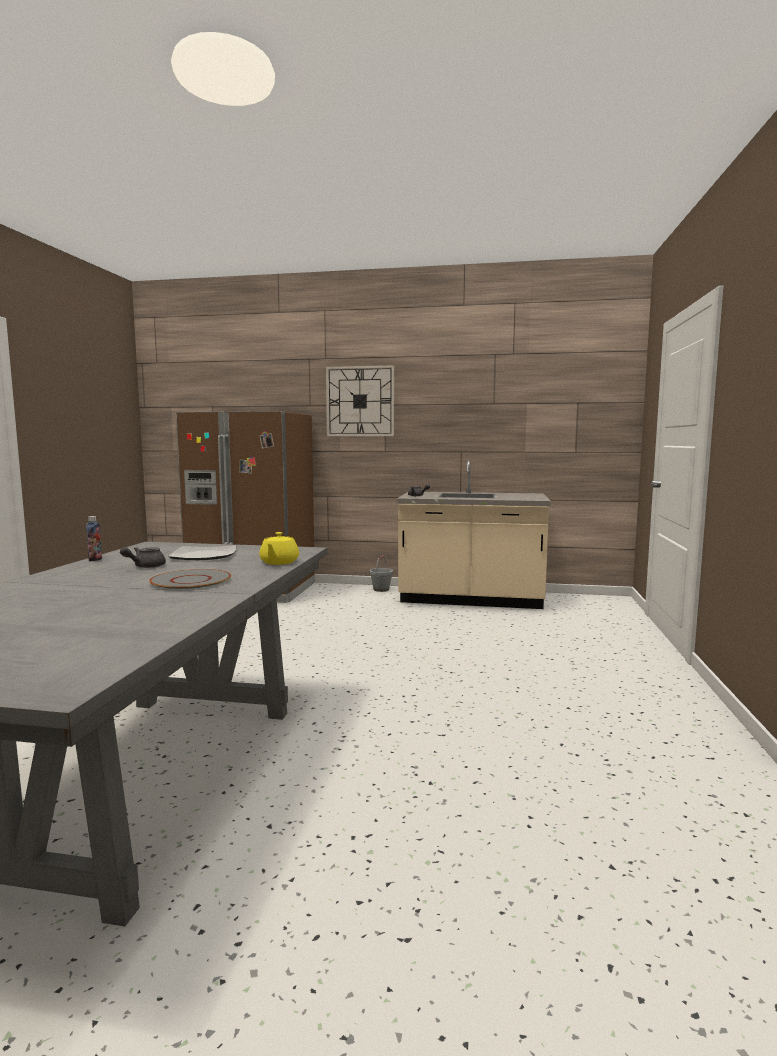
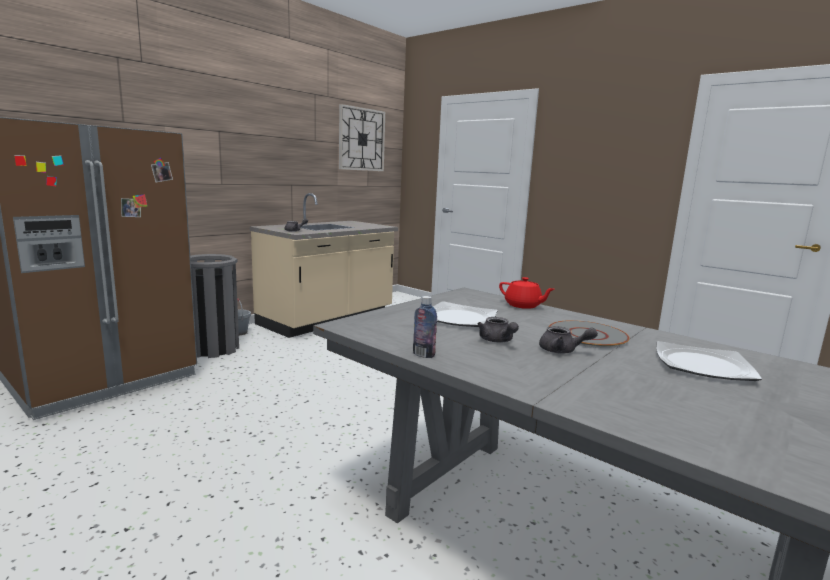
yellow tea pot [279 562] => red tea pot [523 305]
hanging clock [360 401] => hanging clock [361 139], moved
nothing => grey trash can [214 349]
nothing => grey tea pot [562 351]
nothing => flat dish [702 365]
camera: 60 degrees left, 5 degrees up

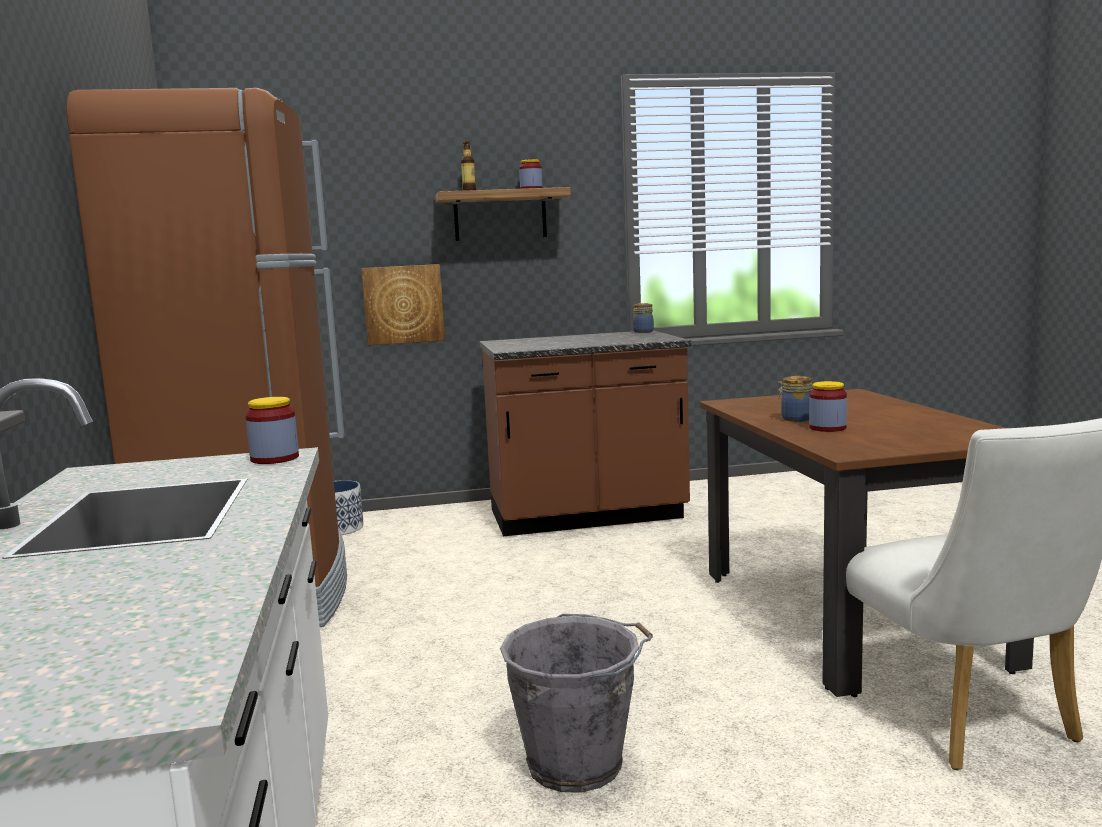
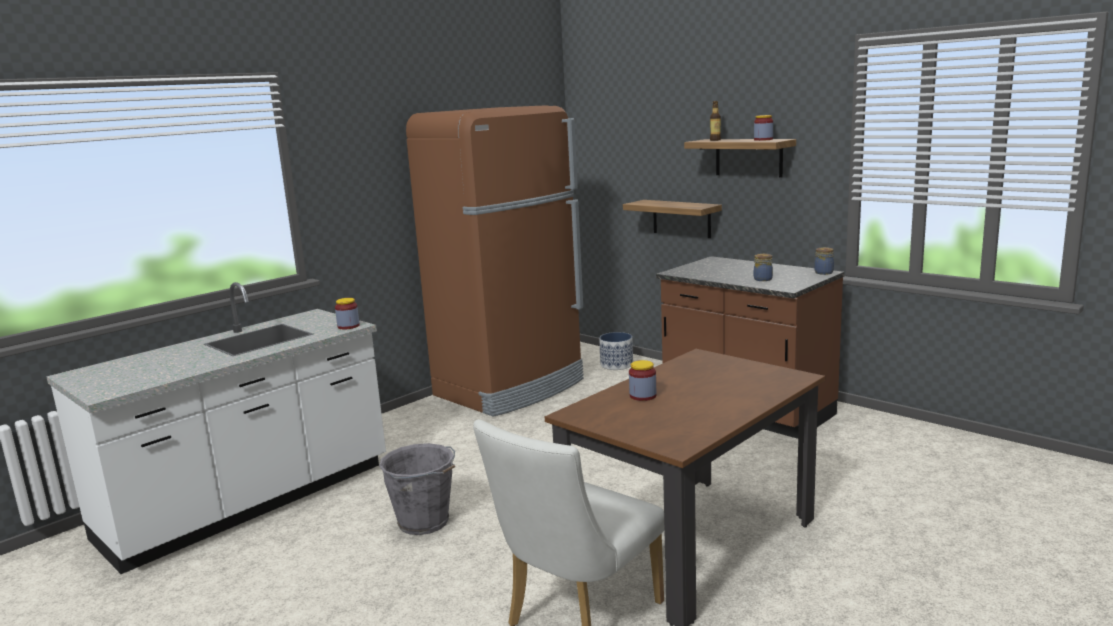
wall art [403 304] => shelf [681 218]
storage jar [795 419] => storage jar [762 279], moved
camera: 55 degrees right, 5 degrees up

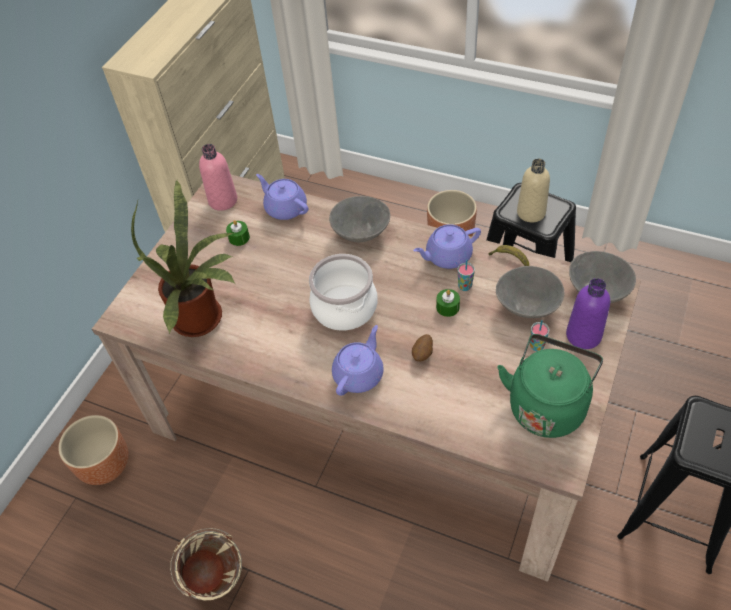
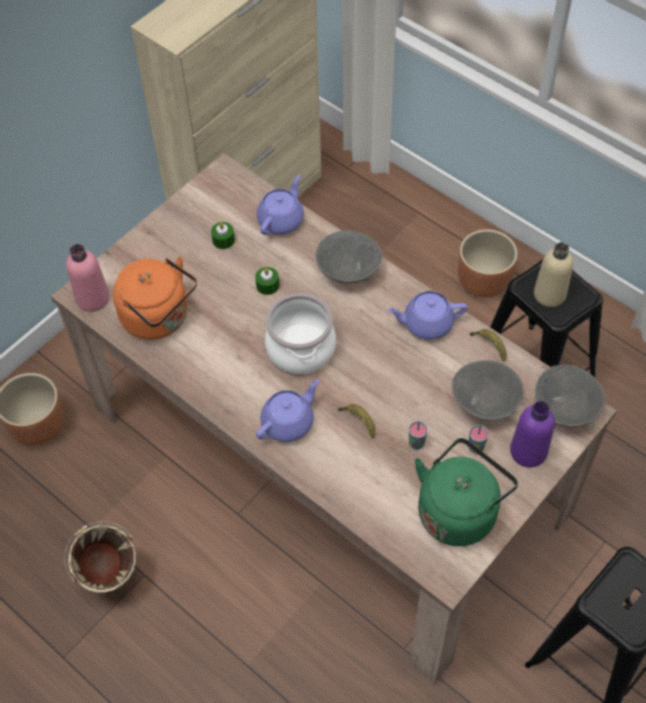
houseplant [203 319] => orangey water kettle [159 318]
pink bottle [223 200] => pink bottle [93 298], moved
purple-coloured tea pot [285 208] => purple-coloured tea pot [281 219], 60 degrees clockwise
whole potato [423 354] => whole banana [359 421]
greenish candle [447 307] => greenish candle [267 285], moved
drinking cup [465 286] => drinking cup [416 444], moved
camera: 15 degrees right, 5 degrees up

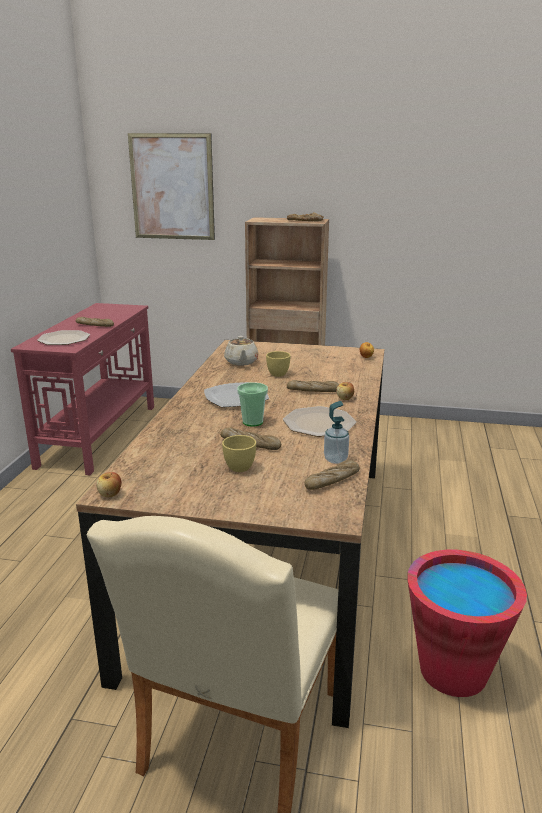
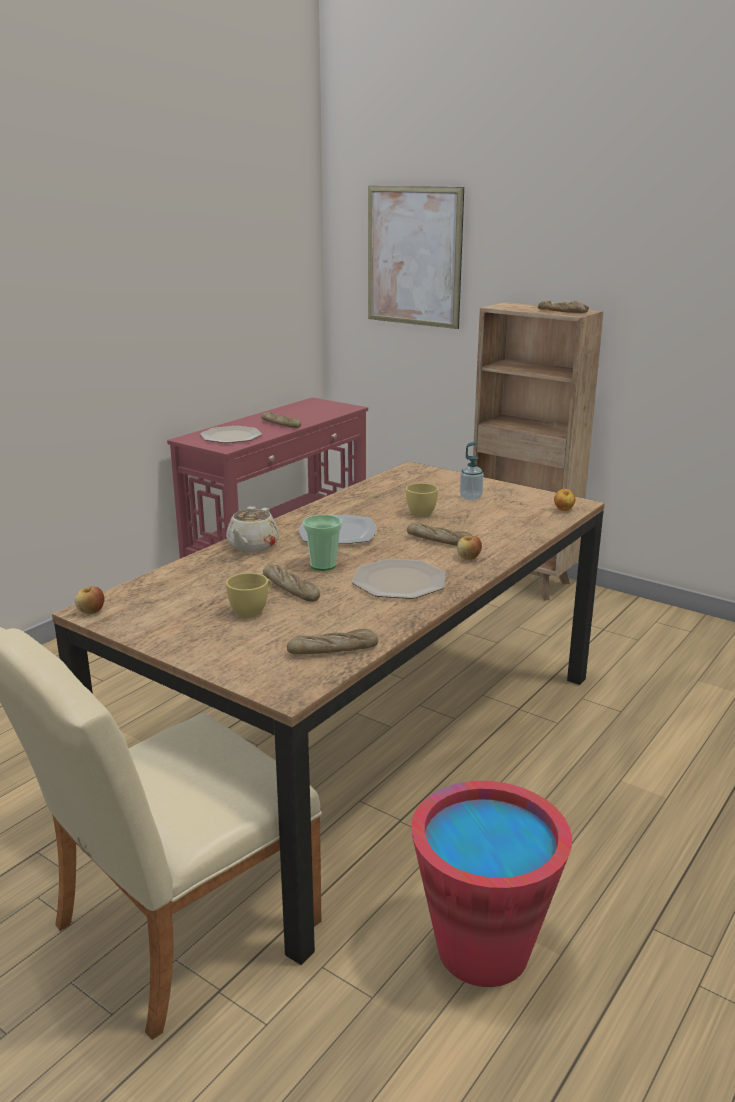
sand-coloured tea pot [241 362] => sand-coloured tea pot [252 546], moved
soap bottle [335 459] => soap bottle [471 497], moved
camera: 25 degrees right, 0 degrees up

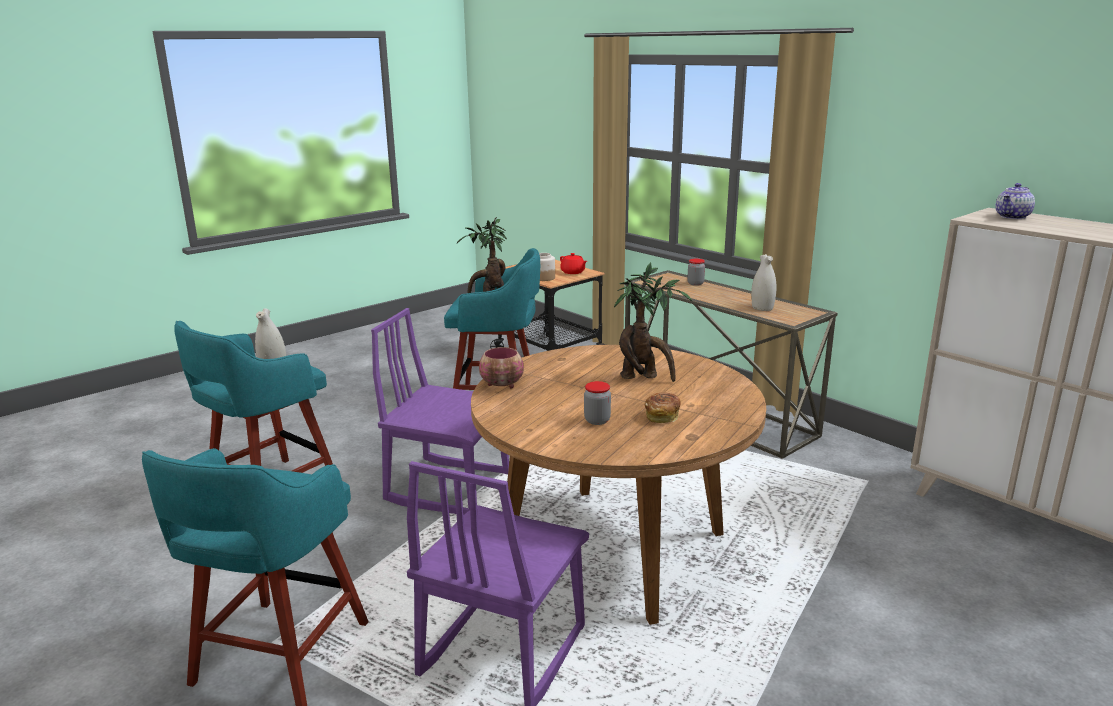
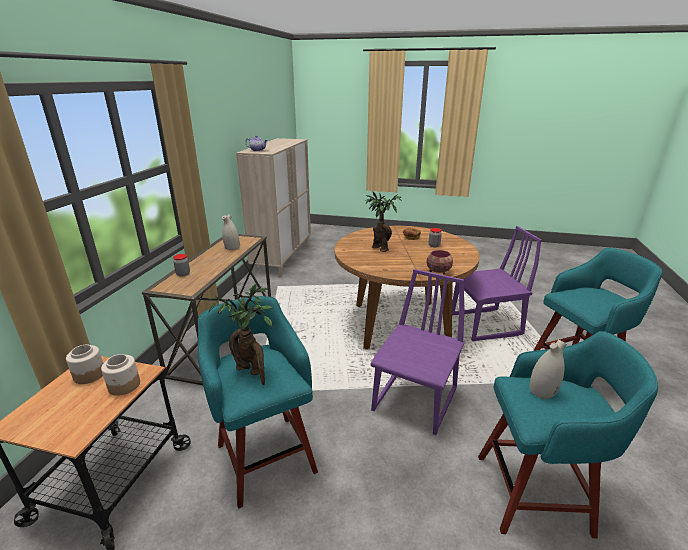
purple-coloured plain chair [449 486] => purple-coloured plain chair [416 400], 135 degrees counterclockwise
red tea pot [573 272] => storage jar [89 374]
camera: 125 degrees left, 5 degrees up

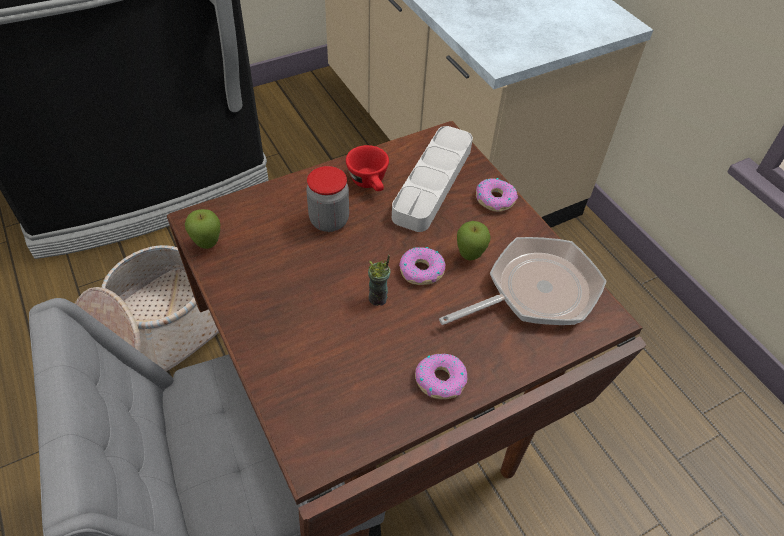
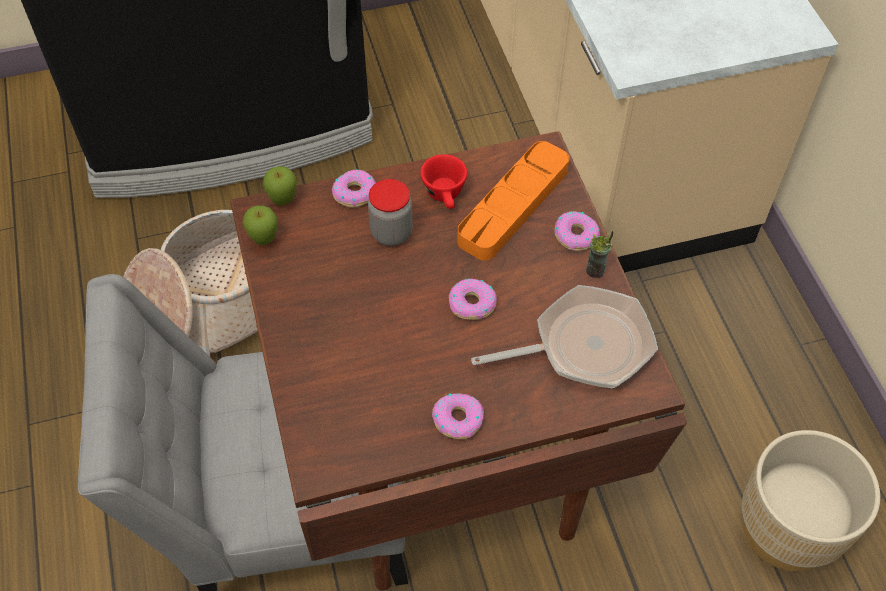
drinking cup [378 298] => drinking cup [595 271], moved
grey serving tray [432 182] => orangey serving tray [513 205]
apple [469 256] => apple [283 201], moved
nothing => donut [354 193]
nothing => sand-coloured flower pot [787 529]
camera: 15 degrees right, 5 degrees up

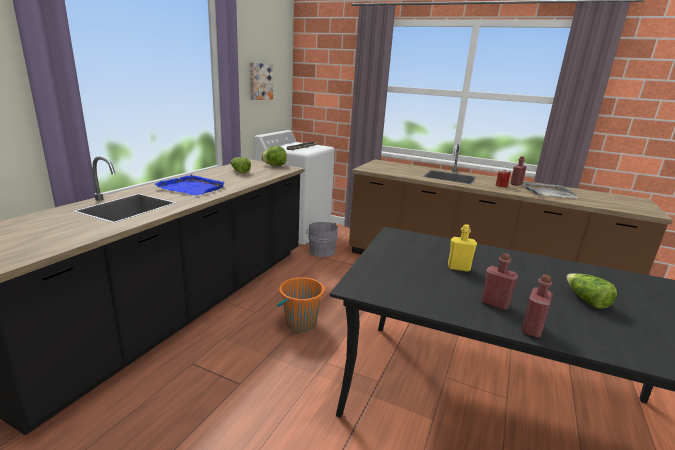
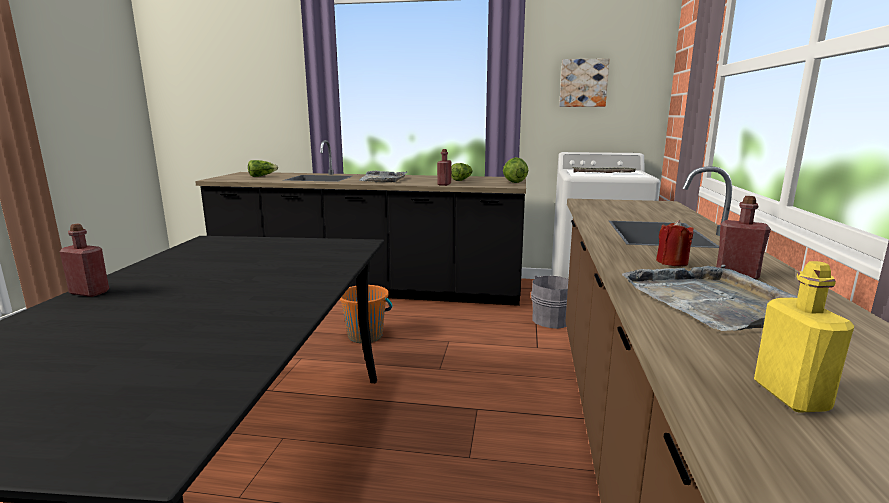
blue serving tray [192 188] => grey serving tray [383 179]
yellow bottle [458 268] => yellow bottle [790 396], moved
red bottle [495 303] => red bottle [444 184], moved
lettuce [586 300] => lettuce [262 176], moved
camera: 75 degrees right, 5 degrees down

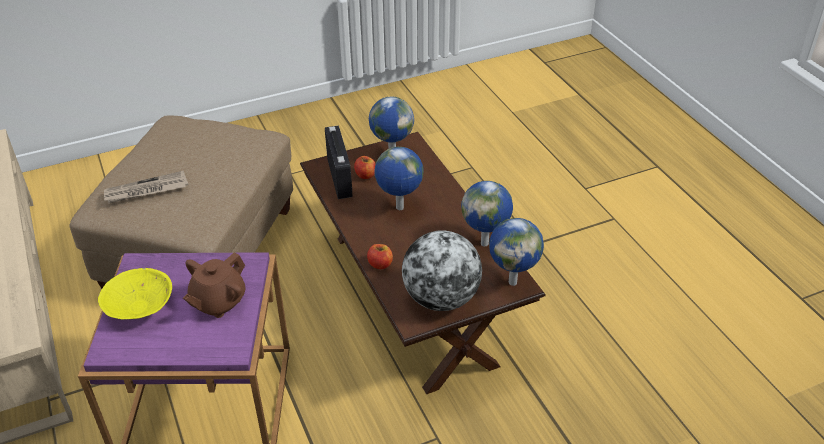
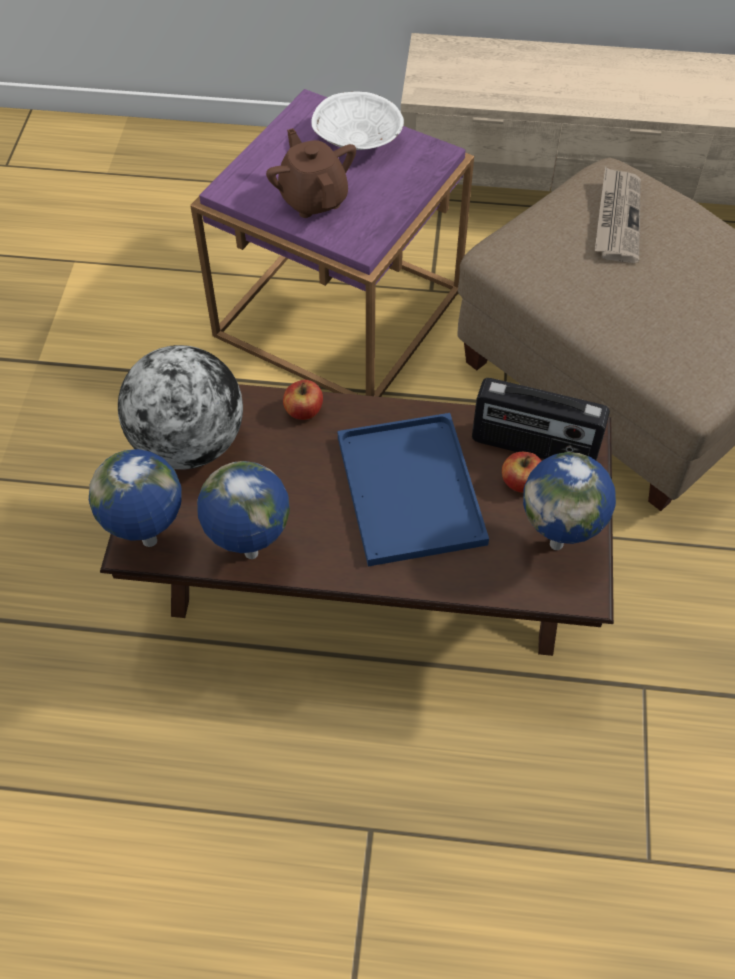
yellow deep dish [139 306] => whitish deep dish [358 140]
desk globe [399 208] => blue serving tray [407 487]
camera: 120 degrees right, 15 degrees up

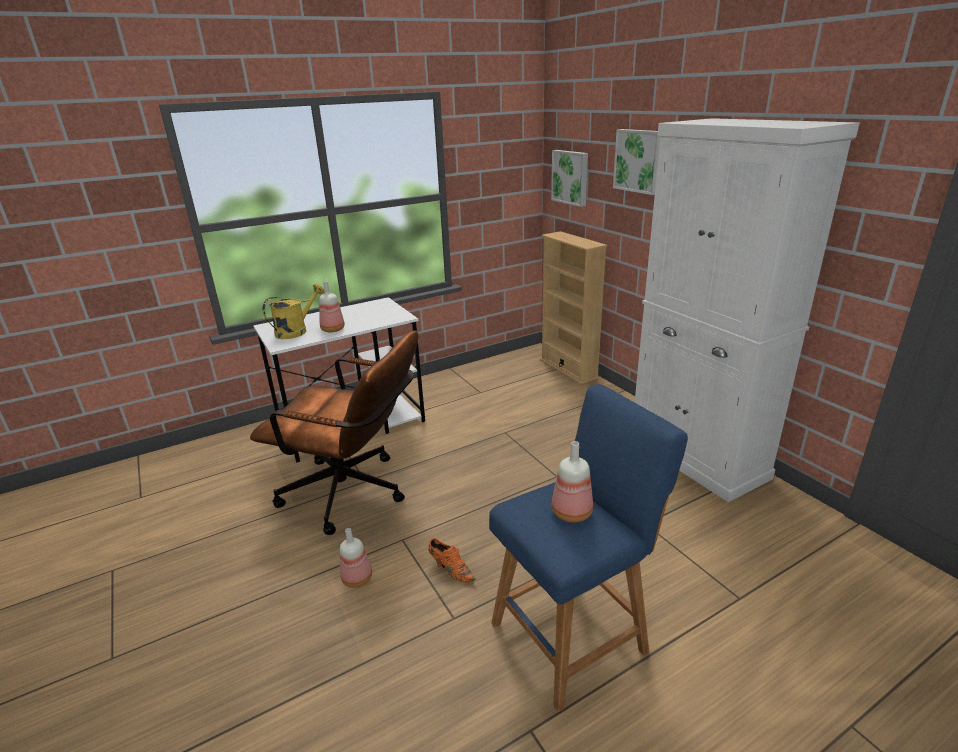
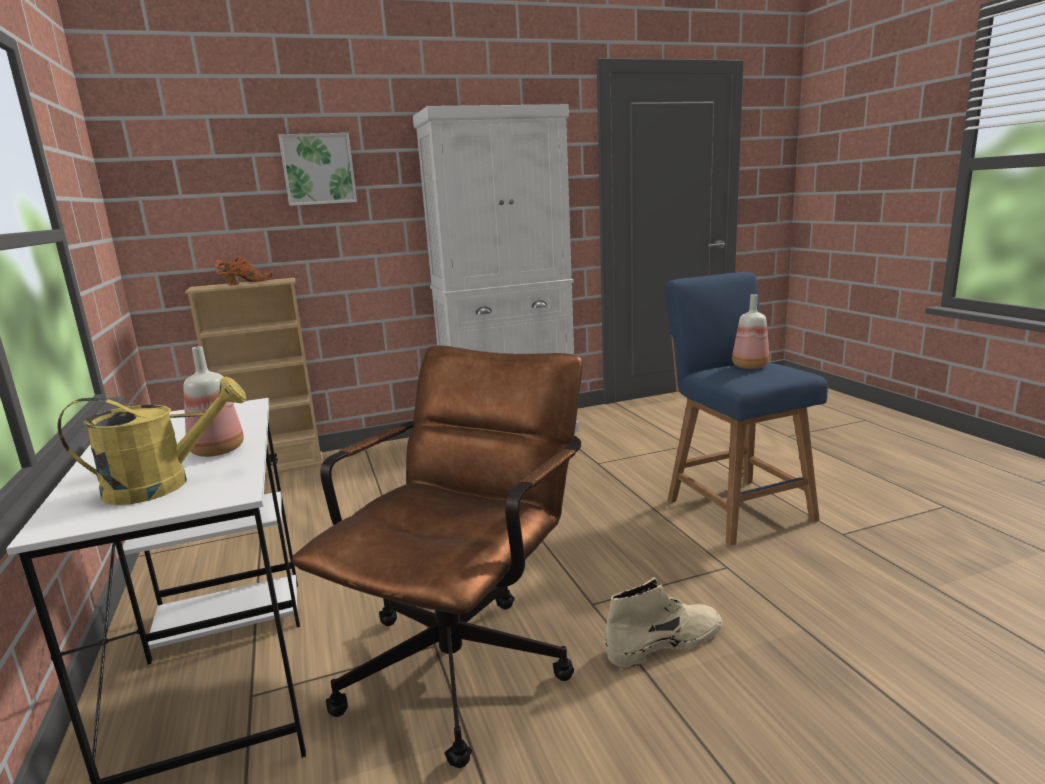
yellow sprinkling can [296 331] => yellow sprinkling can [163 484], 105 degrees clockwise
bottle [358 578] => sand-coloured tall boot [665 642]
orangey shoe [451 569] => orangey shoe [244 283], moved
wall art [571 177] => nothing
camera: 80 degrees left, 10 degrees down

